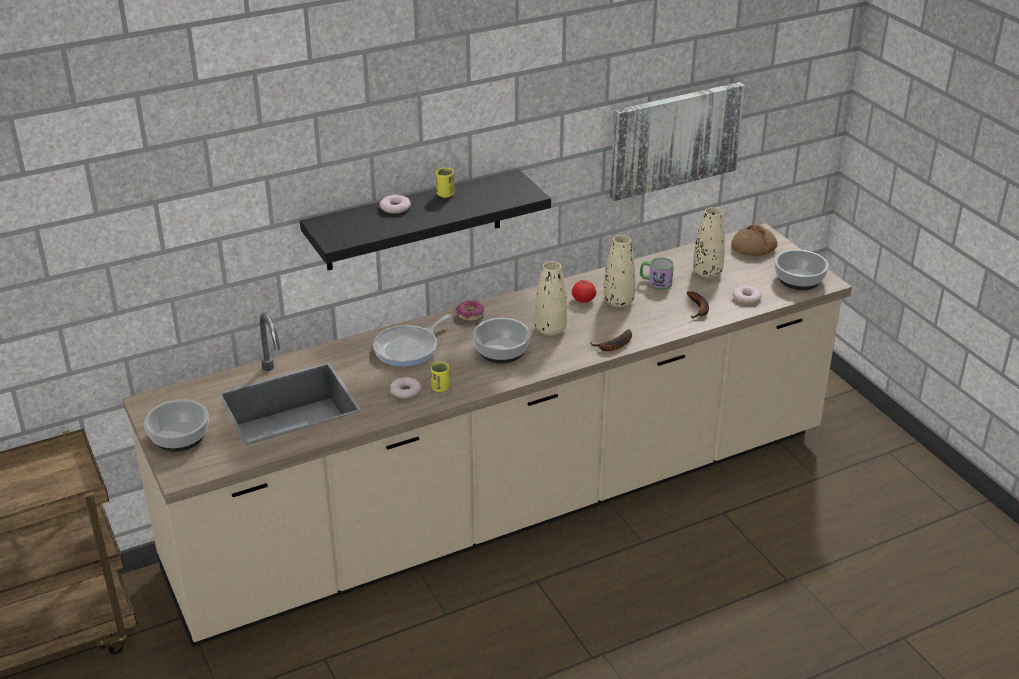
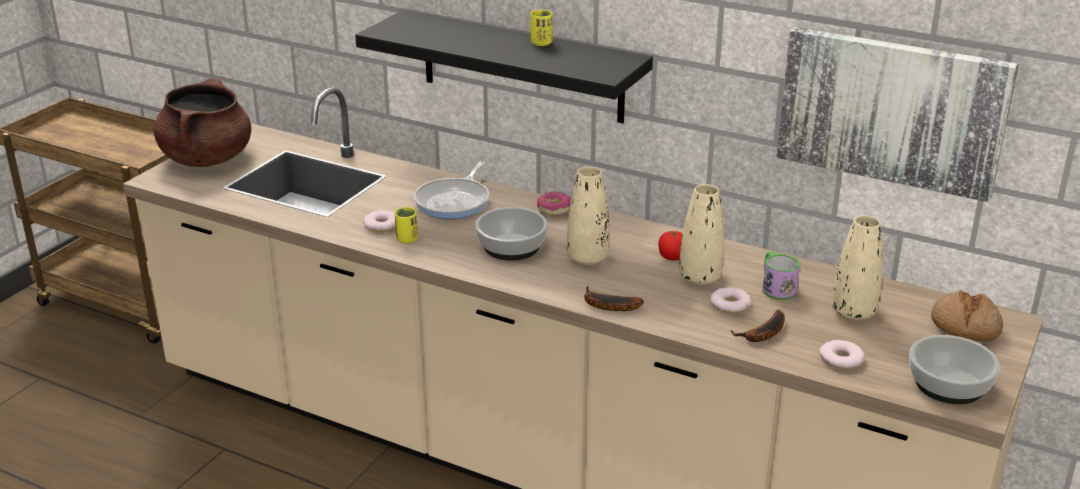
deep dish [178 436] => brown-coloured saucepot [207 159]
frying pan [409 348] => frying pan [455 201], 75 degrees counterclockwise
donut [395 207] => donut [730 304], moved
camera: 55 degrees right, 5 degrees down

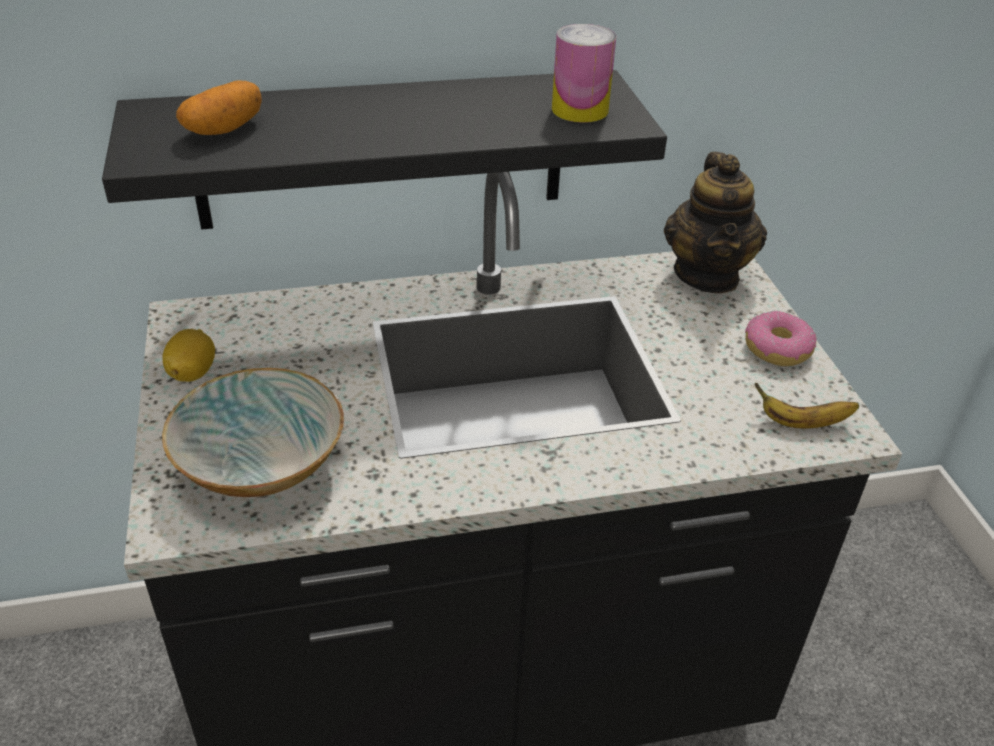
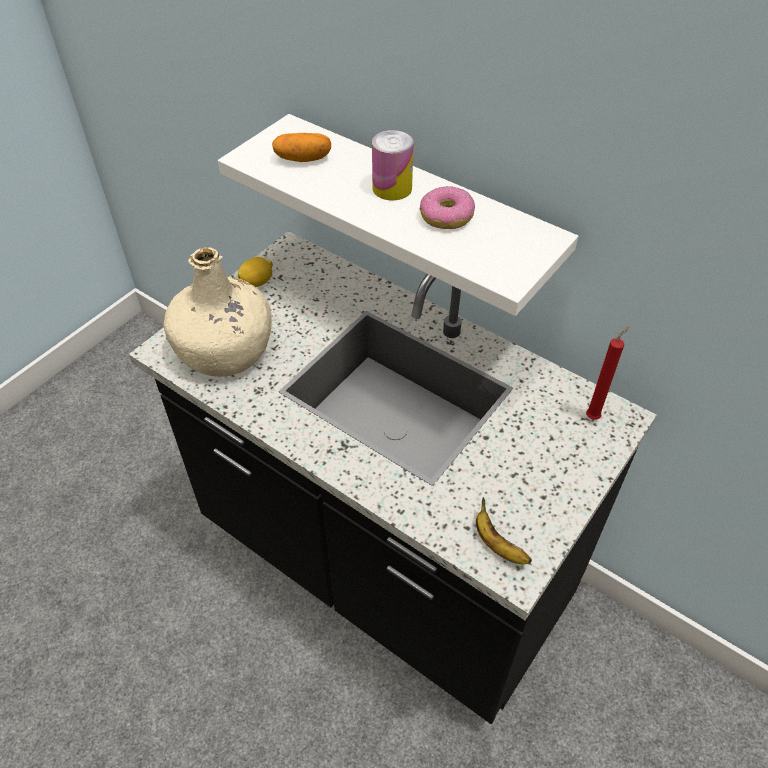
black-coloured shelf [381 150] => whitish shelf [419 210]
deep dish [263 462] => sand-coloured bottle [226 349]
can [580 110] => can [392 188], moved
tea pot [707 275] => red candle [594 416]
donut [777 348] => donut [446 216], moved
camera: 50 degrees right, 10 degrees up

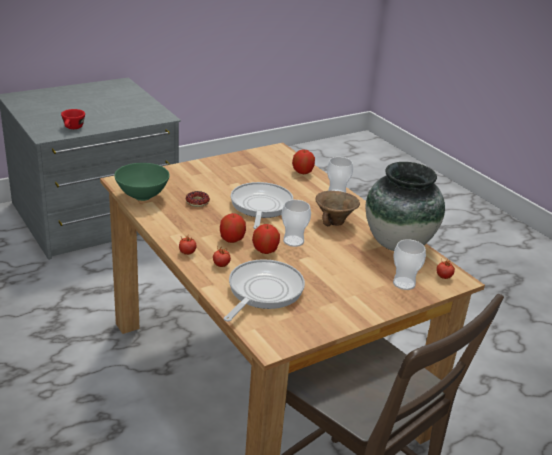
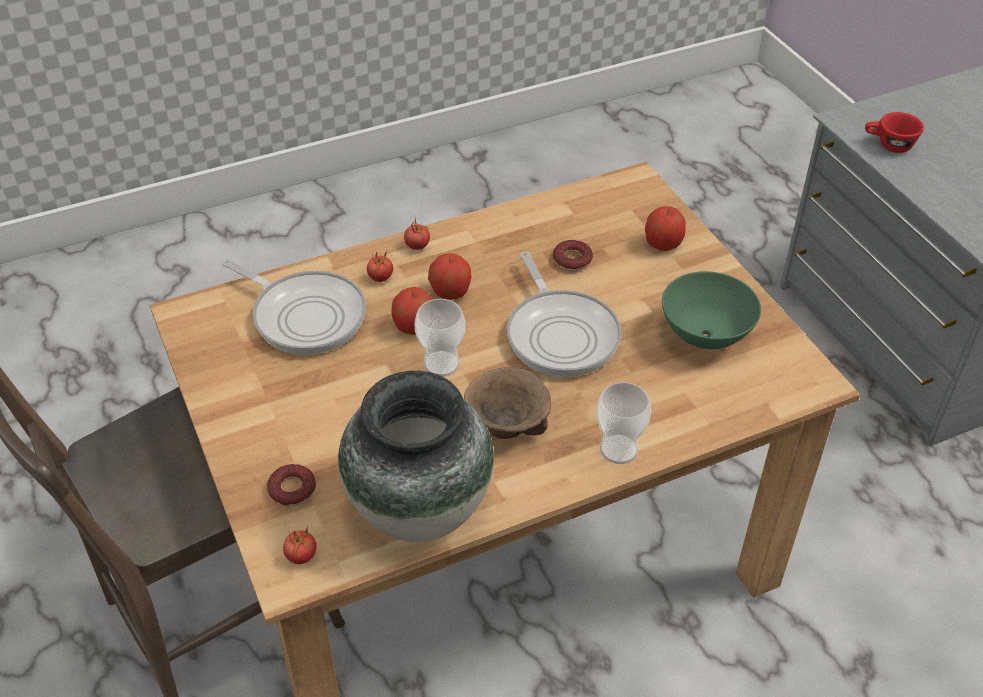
greenish deep dish [142 196] => greenish deep dish [706 336], moved
frying pan [260 206] => frying pan [560 334], 60 degrees clockwise
apple [302 172] => apple [663 244], moved
drinking cup [404 283] => donut [292 490]
camera: 100 degrees right, 15 degrees up

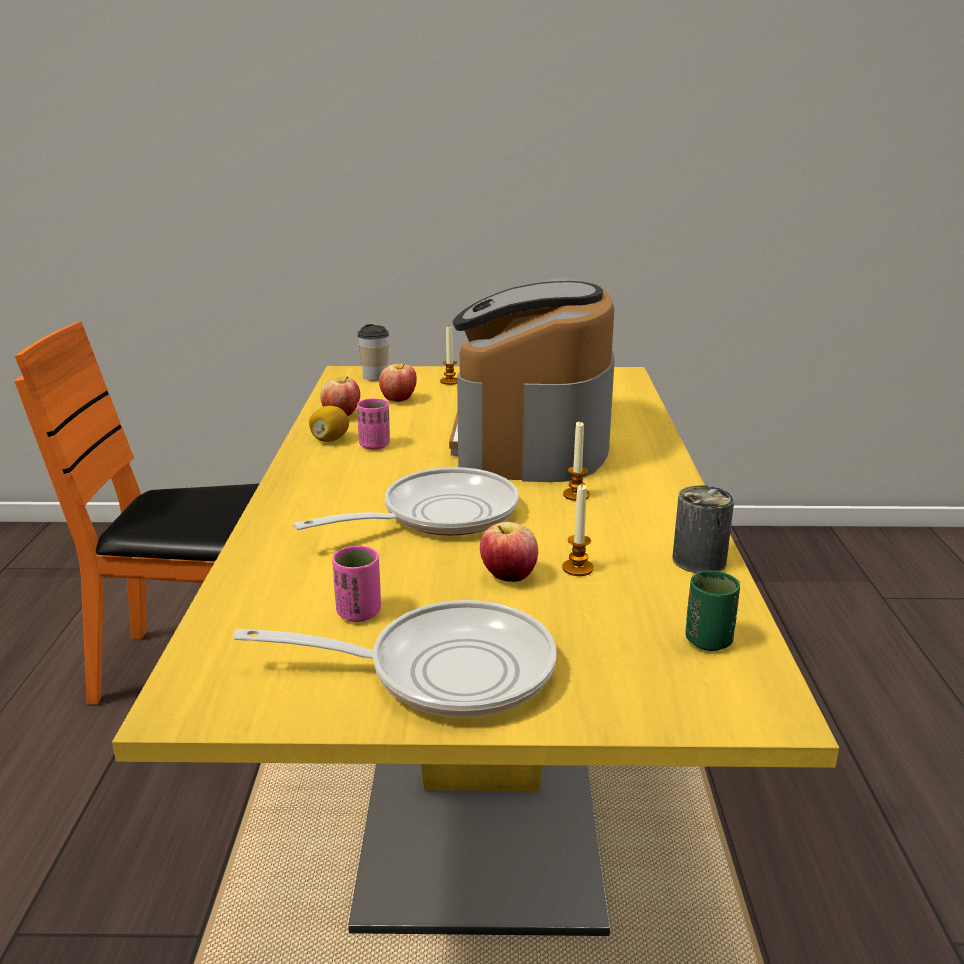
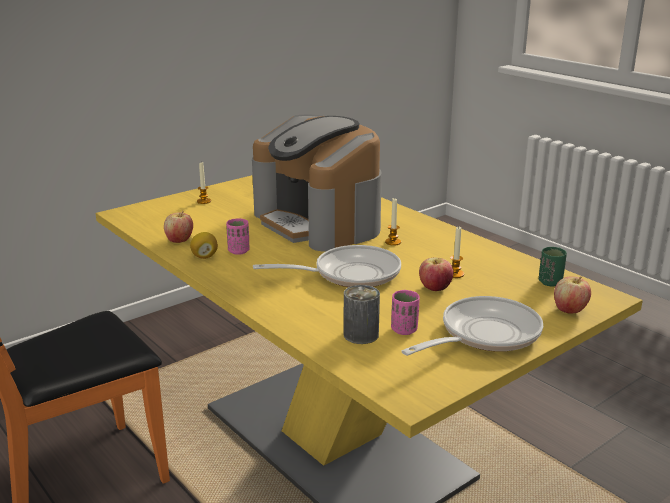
frying pan [439 515] => frying pan [349 274], 60 degrees clockwise
drinking cup [375 377] => nothing
apple [398 400] => apple [569 310], moved
can [699 560] => can [361 335], moved
camera: 40 degrees left, 0 degrees up

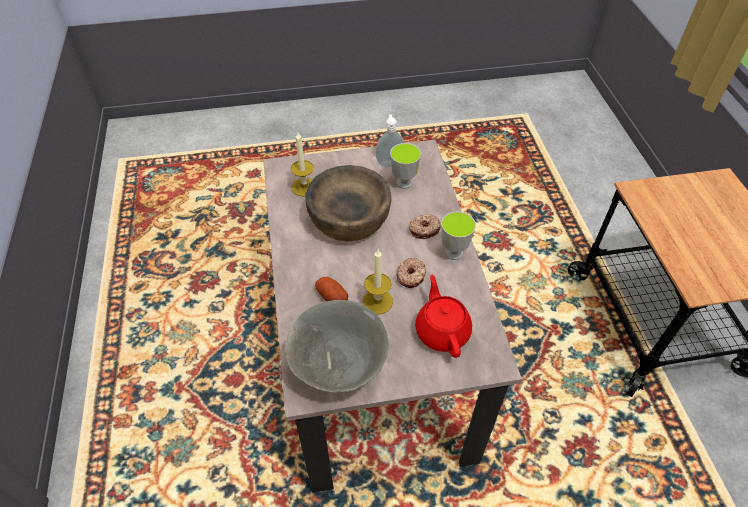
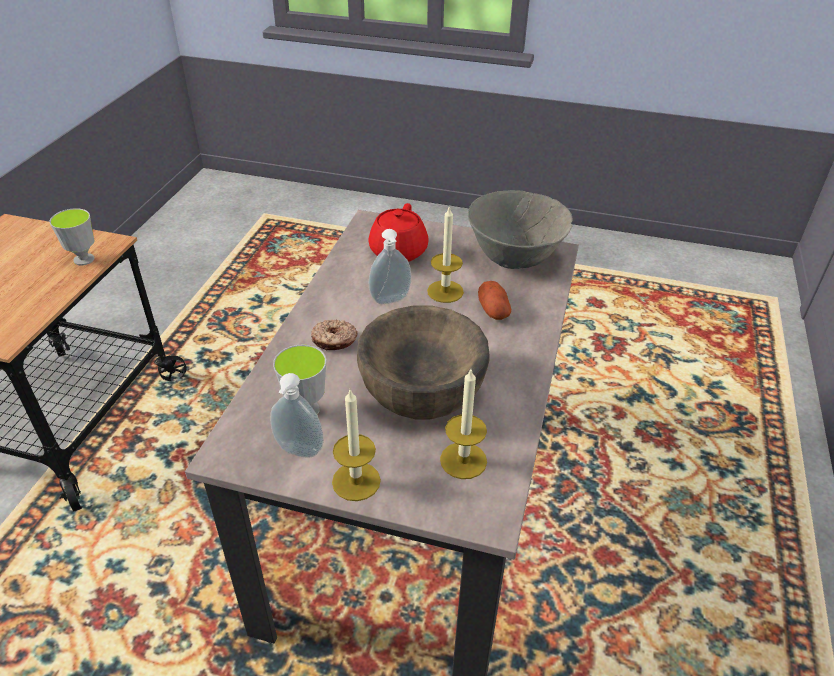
donut [411 276] => soap bottle [391 301]
drinking cup [453 253] => drinking cup [84 259], moved
nothing => candle [356 481]
camera: 155 degrees left, 10 degrees down

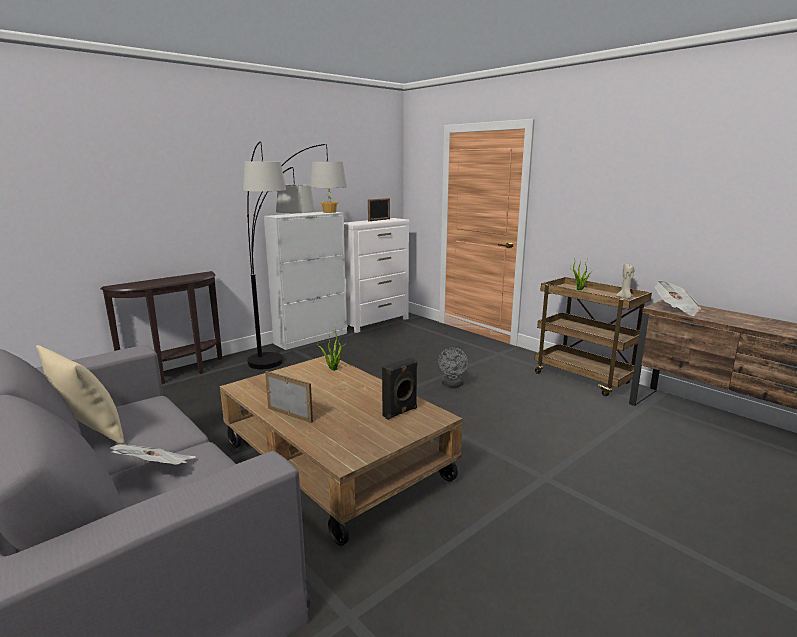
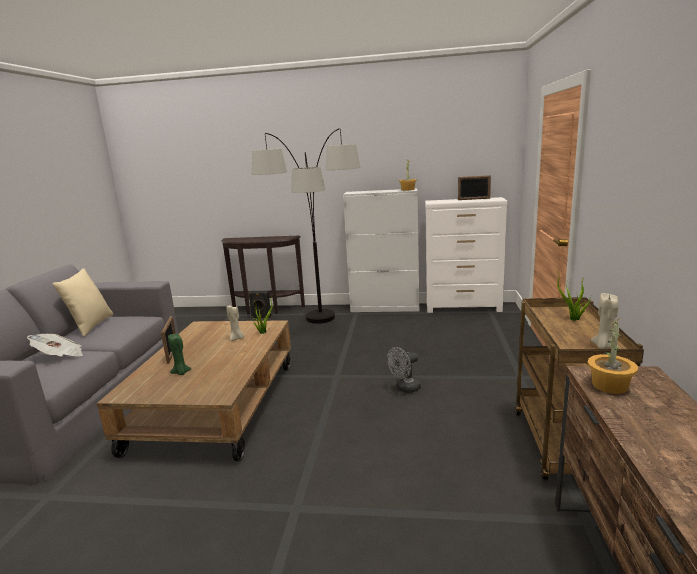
black-coloured audio speaker [400 412] => black-coloured audio speaker [261 317], moved
newspaper [676 309] => houseplant [610 386]
nothing => greenish candle [181 373]
nothing => sand-coloured candle [237 338]
camera: 50 degrees right, 0 degrees up

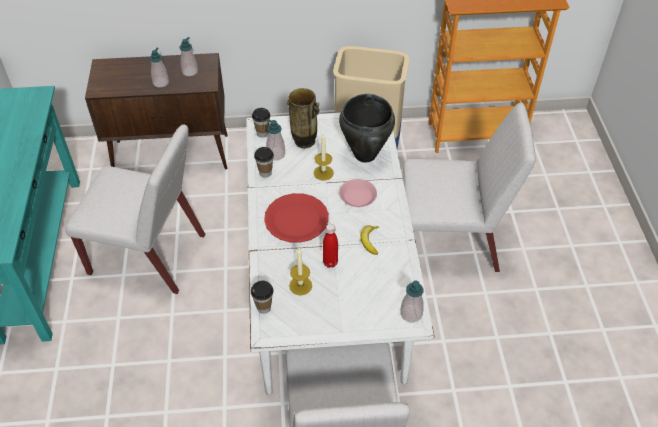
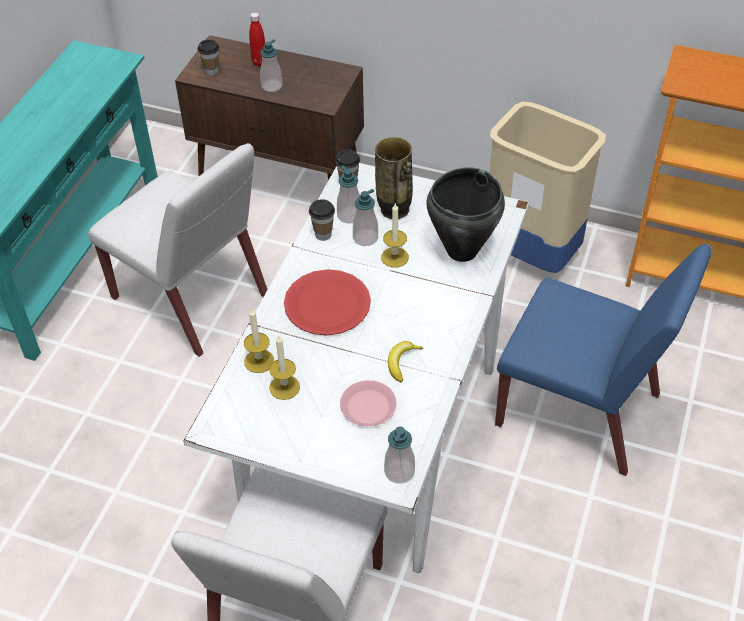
soap bottle [190 71] => soap bottle [365 238], moved
drinking cup [263 307] => drinking cup [211 71], moved
red bottle [330 263] => red bottle [259 62], moved
pink flat dish [358 196] => pink flat dish [368 407], moved
whitish plain chair [450 241] => blue plain chair [580 411]
nothing => candle [259 361]
camera: 25 degrees right, 0 degrees up

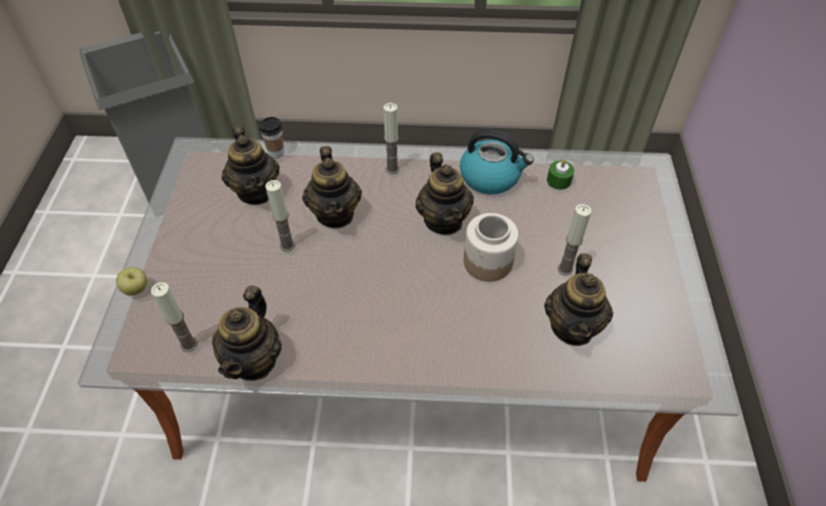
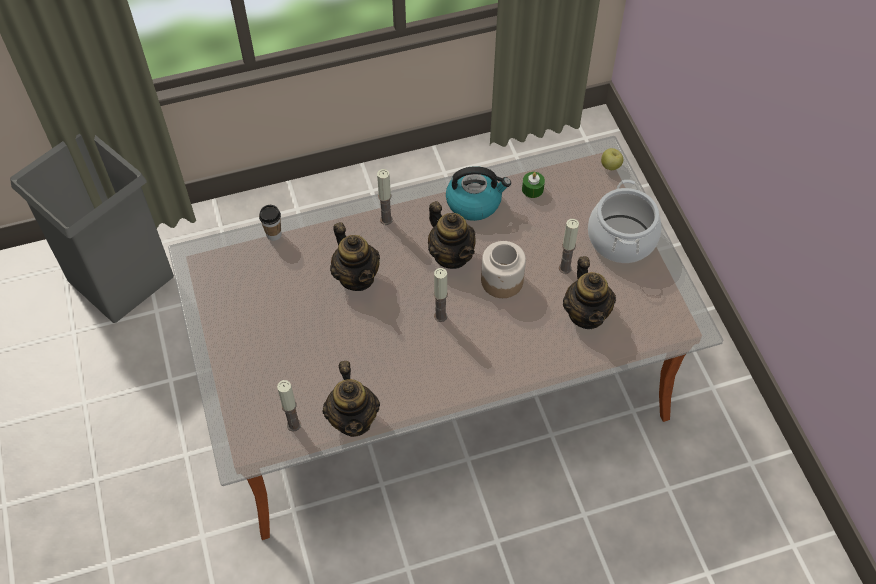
apple [136 289] => apple [610 166], moved
tea pot [256 191] => nothing
candle [287 245] => candle [440 316], moved
nothing => saucepot [621 239]
camera: 20 degrees left, 5 degrees up

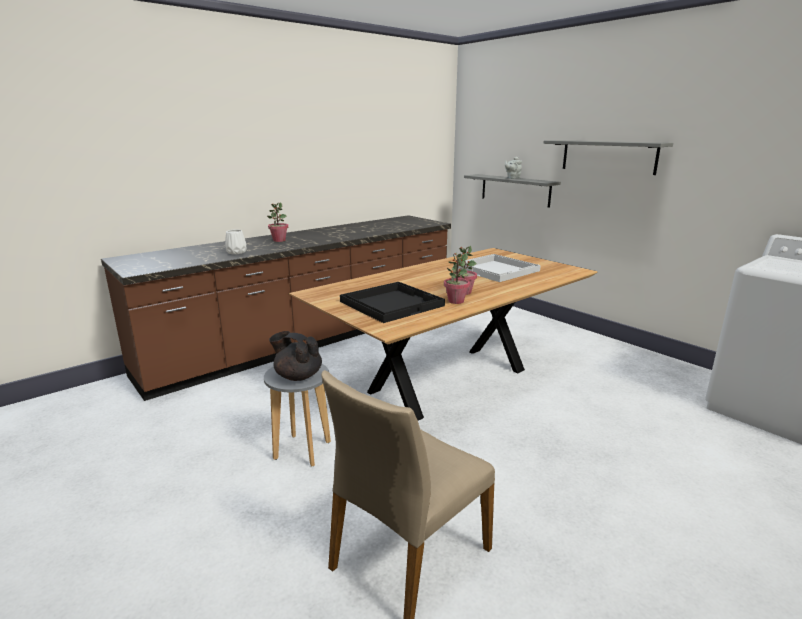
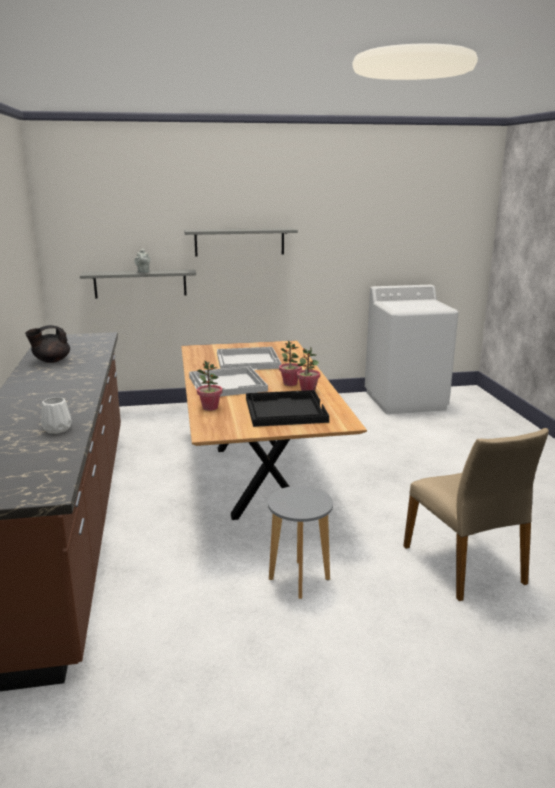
houseplant [279 240] => houseplant [210 408], moved
black-coloured tea pot [298 376] => black-coloured tea pot [51 361], moved
nothing => whitish serving tray [228 384]
camera: 60 degrees left, 0 degrees up

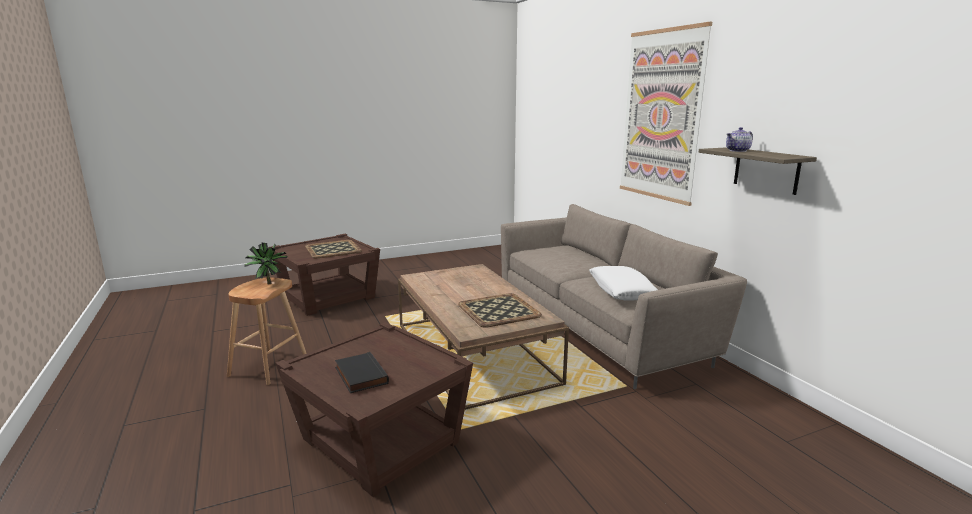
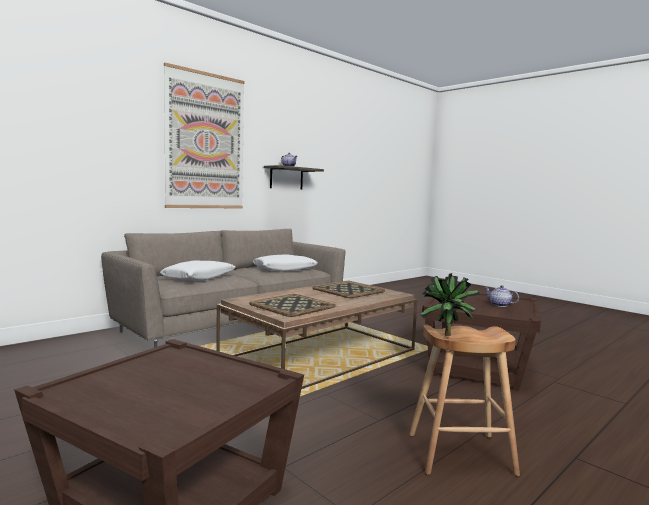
serving tray [332 249] => serving tray [293 305], moved
black-coloured volume [359 375] => tea pot [500 305]
nothing => whitish throw pillow [199 278]
camera: 110 degrees left, 10 degrees down

